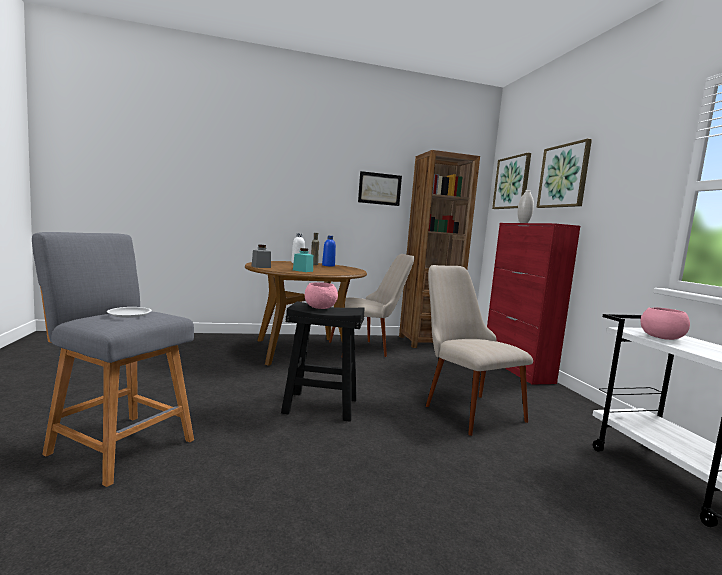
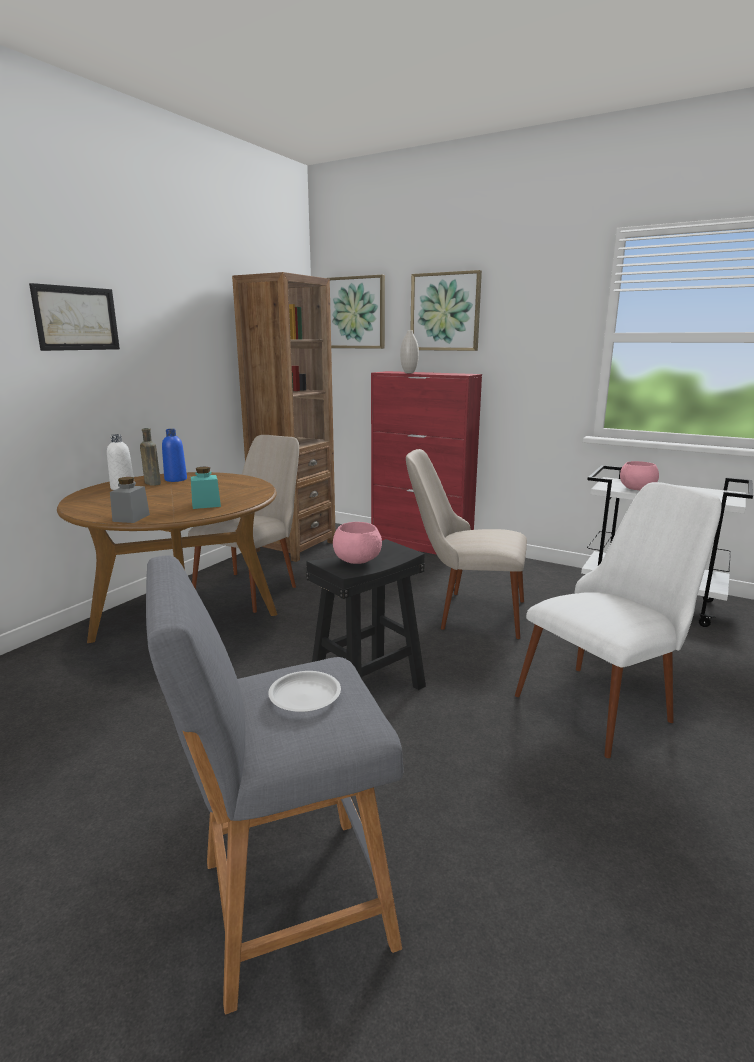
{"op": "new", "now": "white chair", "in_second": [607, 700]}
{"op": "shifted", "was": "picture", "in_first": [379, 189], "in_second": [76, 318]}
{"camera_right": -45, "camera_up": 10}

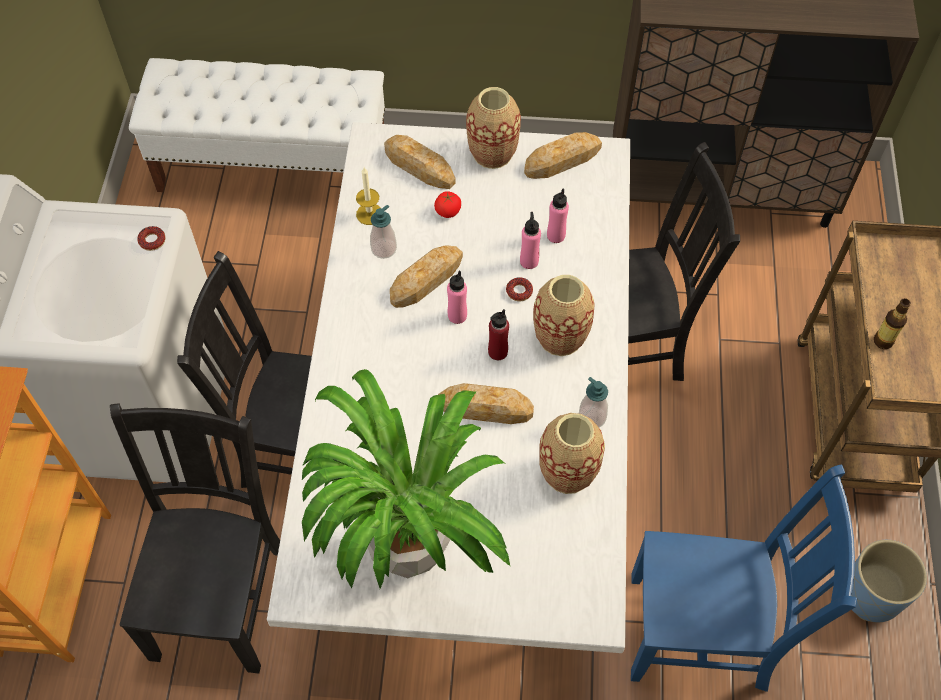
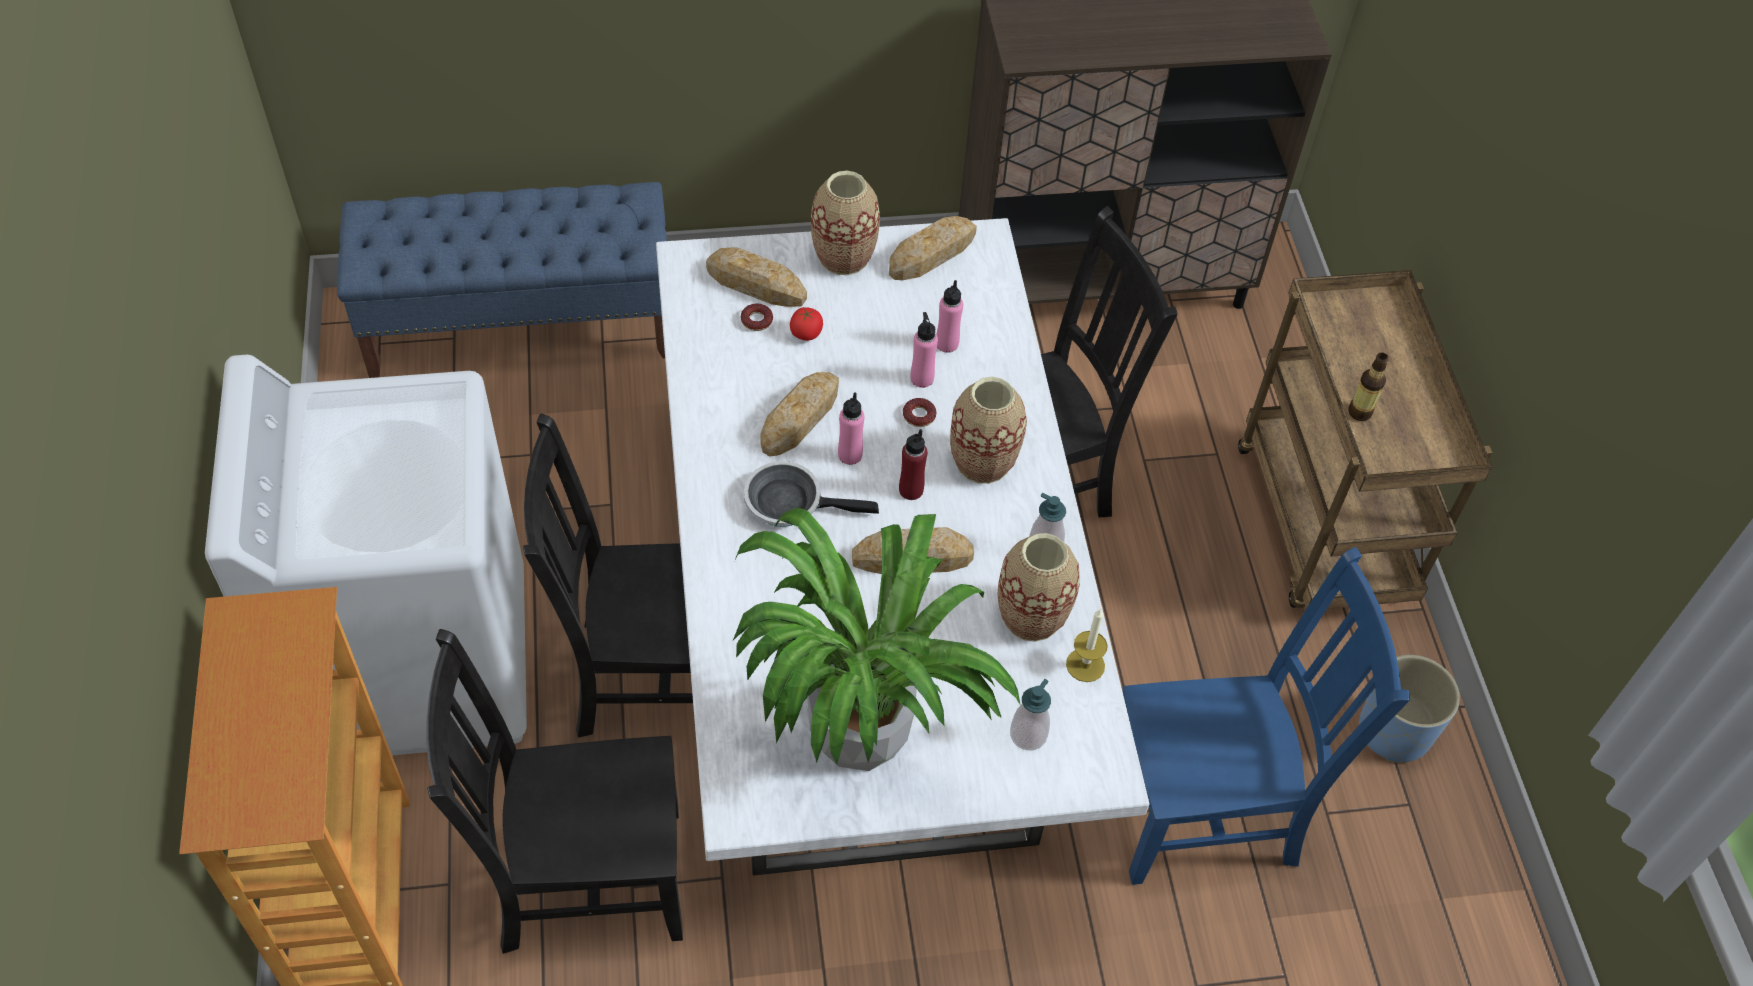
{"op": "new", "now": "frying pan", "in_second": [790, 502]}
{"op": "shifted", "was": "donut", "in_first": [152, 240], "in_second": [756, 320]}
{"op": "shifted", "was": "candle", "in_first": [369, 214], "in_second": [1085, 665]}
{"op": "shifted", "was": "soap dispenser", "in_first": [384, 249], "in_second": [1028, 735]}
{"op": "repainted", "was": "white bench", "now": "blue bench", "in_first": [274, 166], "in_second": [522, 327]}
{"op": "rotated", "was": "black chair", "in_first": [220, 596], "in_second": [584, 877], "clockwise": -90}
{"camera_right": -15, "camera_up": -5}

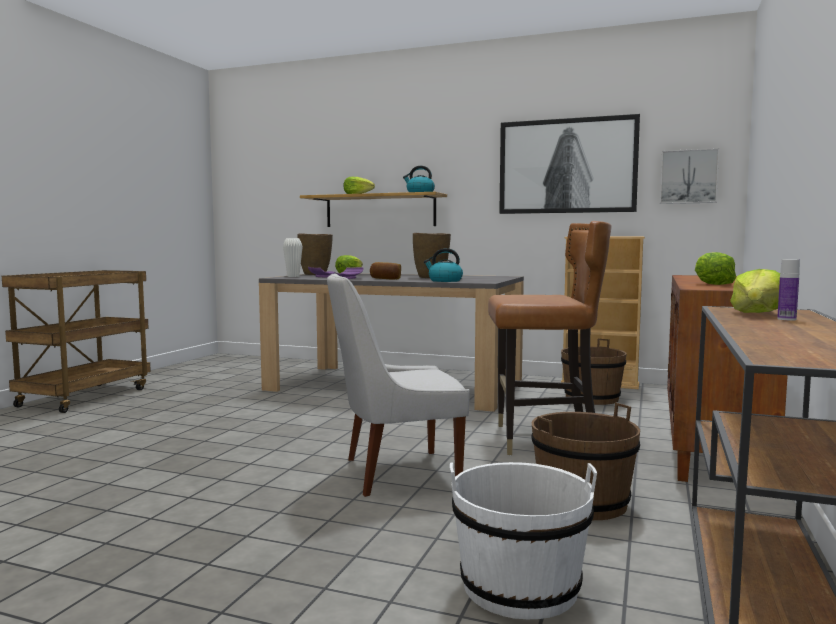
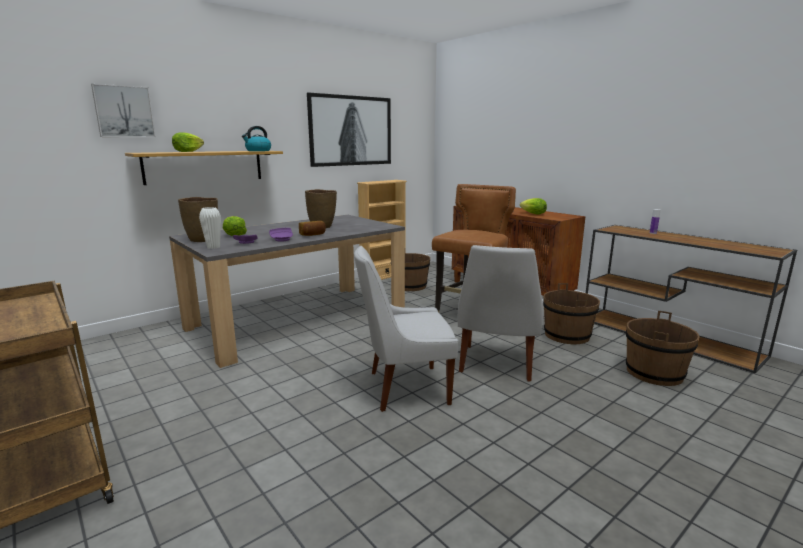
{"op": "gone", "was": "kettle", "in_first": [444, 281]}
{"op": "gone", "was": "lettuce", "in_first": [758, 313]}
{"op": "new", "now": "white chair", "in_second": [404, 388]}
{"op": "shifted", "was": "picture", "in_first": [688, 176], "in_second": [124, 111]}
{"op": "repainted", "was": "white bucket", "now": "brown bucket", "in_first": [520, 587], "in_second": [654, 373]}
{"camera_right": -60, "camera_up": 10}

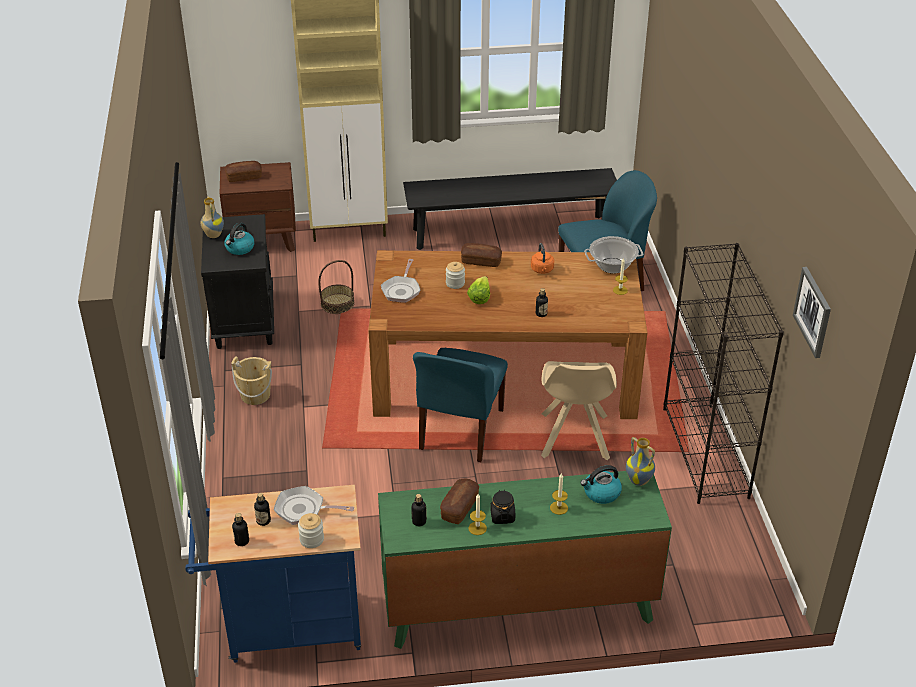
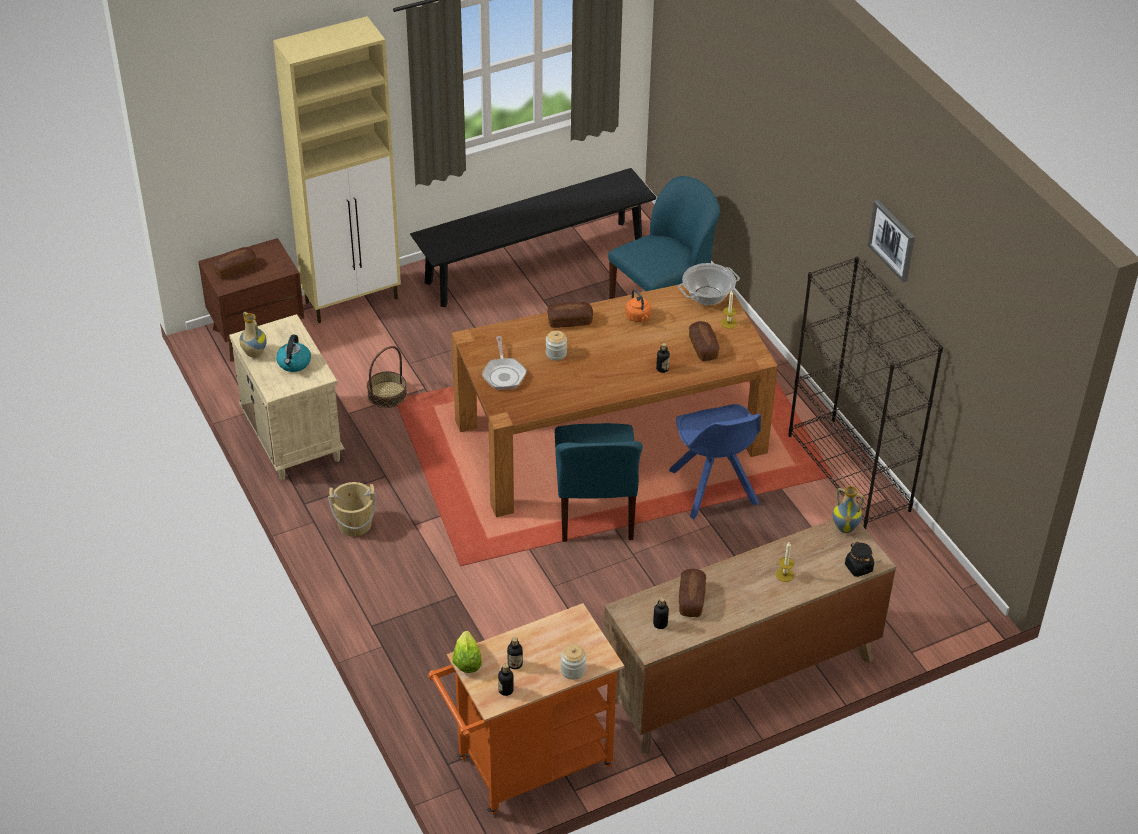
{"op": "gone", "was": "frying pan", "in_first": [304, 510]}
{"op": "gone", "was": "candle", "in_first": [477, 528]}
{"op": "gone", "was": "kettle", "in_first": [601, 493]}
{"op": "new", "now": "bread", "in_second": [703, 347]}
{"op": "shifted", "was": "lettuce", "in_first": [479, 297], "in_second": [466, 660]}
{"op": "shifted", "was": "black jar", "in_first": [502, 516], "in_second": [858, 567]}
{"op": "shifted", "was": "picture", "in_first": [813, 312], "in_second": [892, 240]}
{"op": "repainted", "was": "blue cart", "now": "orange cart", "in_first": [286, 629], "in_second": [526, 766]}
{"op": "repainted", "was": "black nightstand", "now": "beige nightstand", "in_first": [244, 320], "in_second": [291, 438]}
{"op": "repainted", "was": "green dresser", "now": "brown dresser", "in_first": [518, 606], "in_second": [741, 679]}
{"op": "repainted", "was": "beige chair", "now": "blue chair", "in_first": [574, 438], "in_second": [714, 489]}
{"camera_right": -20, "camera_up": 5}

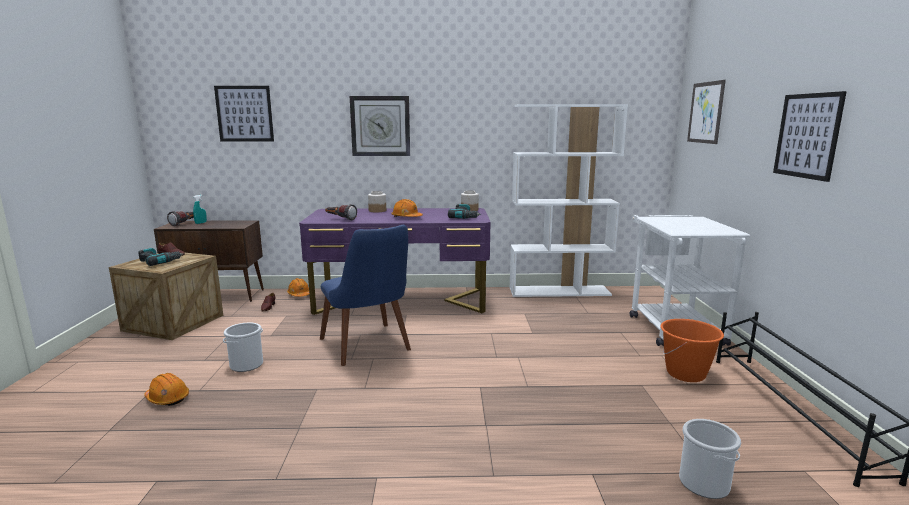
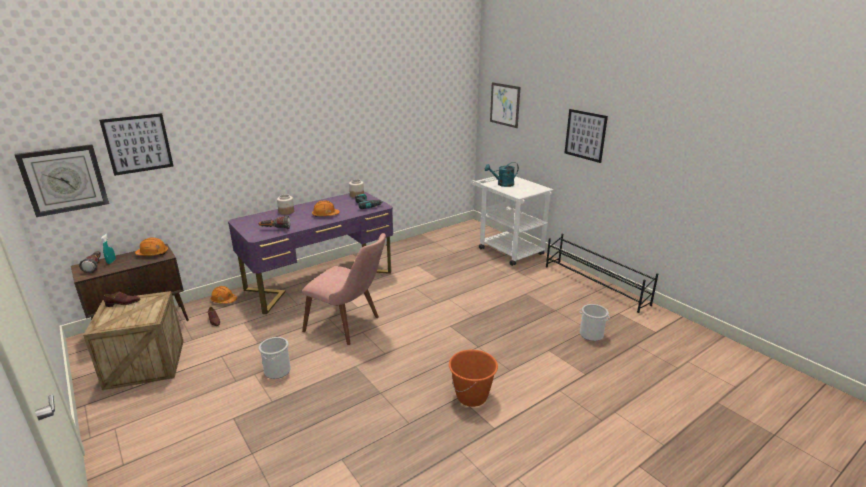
{"op": "gone", "was": "power drill", "in_first": [159, 261]}
{"op": "gone", "was": "white bookcase", "in_first": [559, 291]}
{"op": "new", "now": "turquoise watering can", "in_second": [502, 184]}
{"op": "shifted", "was": "orange hard hat", "in_first": [167, 398], "in_second": [153, 253]}
{"op": "shifted", "was": "wall clock", "in_first": [380, 126], "in_second": [64, 179]}
{"op": "shifted", "was": "orange bucket", "in_first": [686, 374], "in_second": [472, 396]}
{"op": "repainted", "was": "blue chair", "now": "pink chair", "in_first": [370, 348], "in_second": [350, 325]}
{"camera_right": -35, "camera_up": 10}

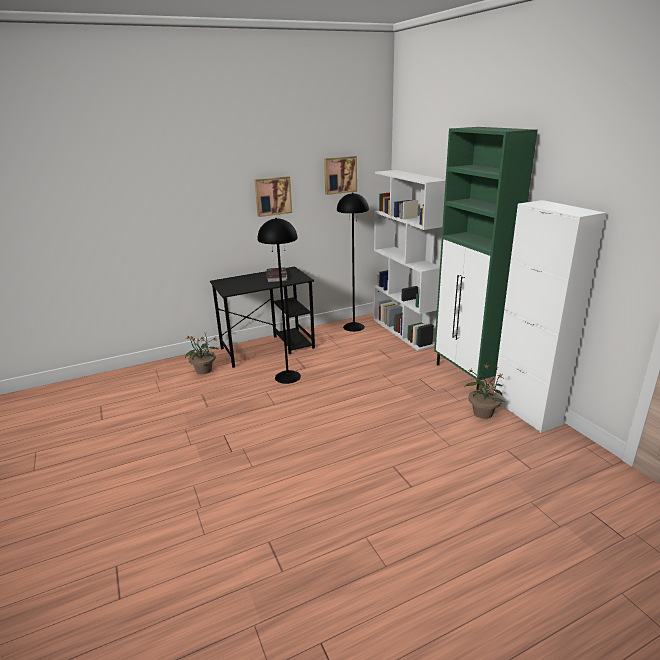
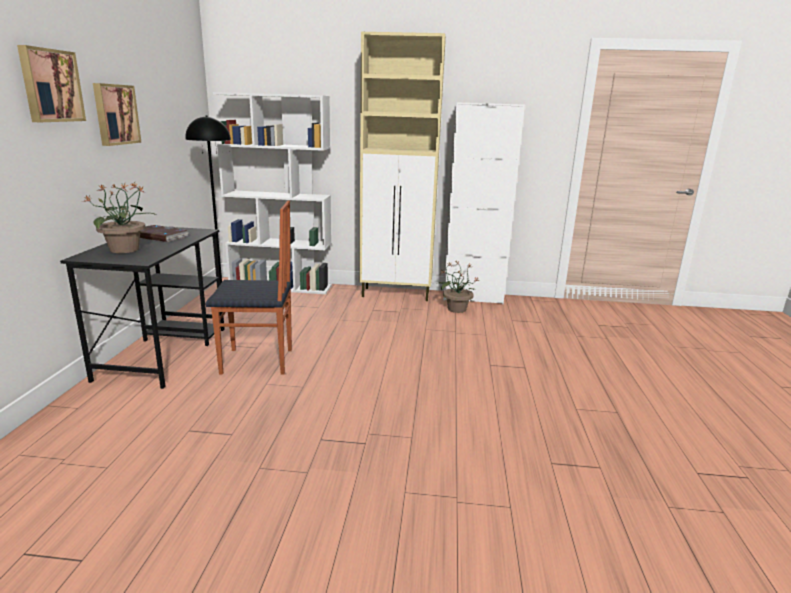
{"op": "shifted", "was": "potted plant", "in_first": [204, 370], "in_second": [125, 249]}
{"op": "shifted", "was": "picture", "in_first": [340, 175], "in_second": [50, 85]}
{"op": "swapped", "was": "black floor lamp", "now": "chair", "in_first": [287, 377], "in_second": [257, 362]}
{"op": "repainted", "was": "green cabinet", "now": "beige cabinet", "in_first": [467, 375], "in_second": [397, 294]}
{"camera_right": -60, "camera_up": -5}

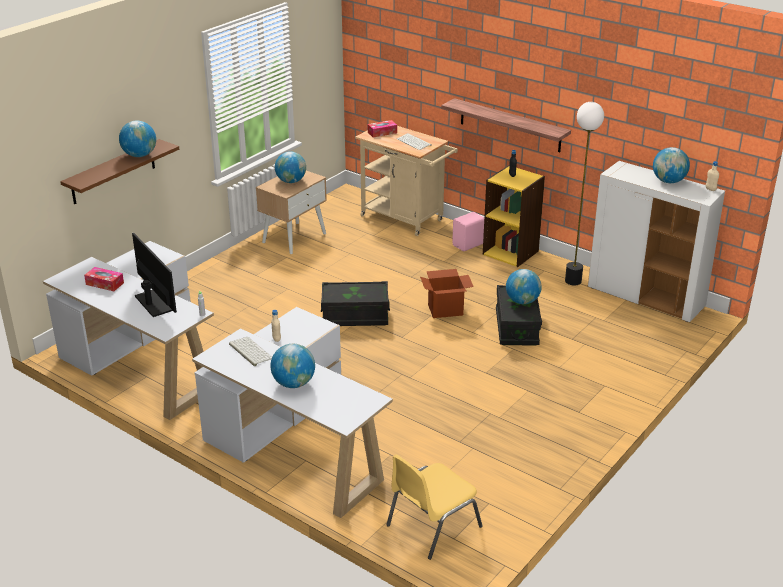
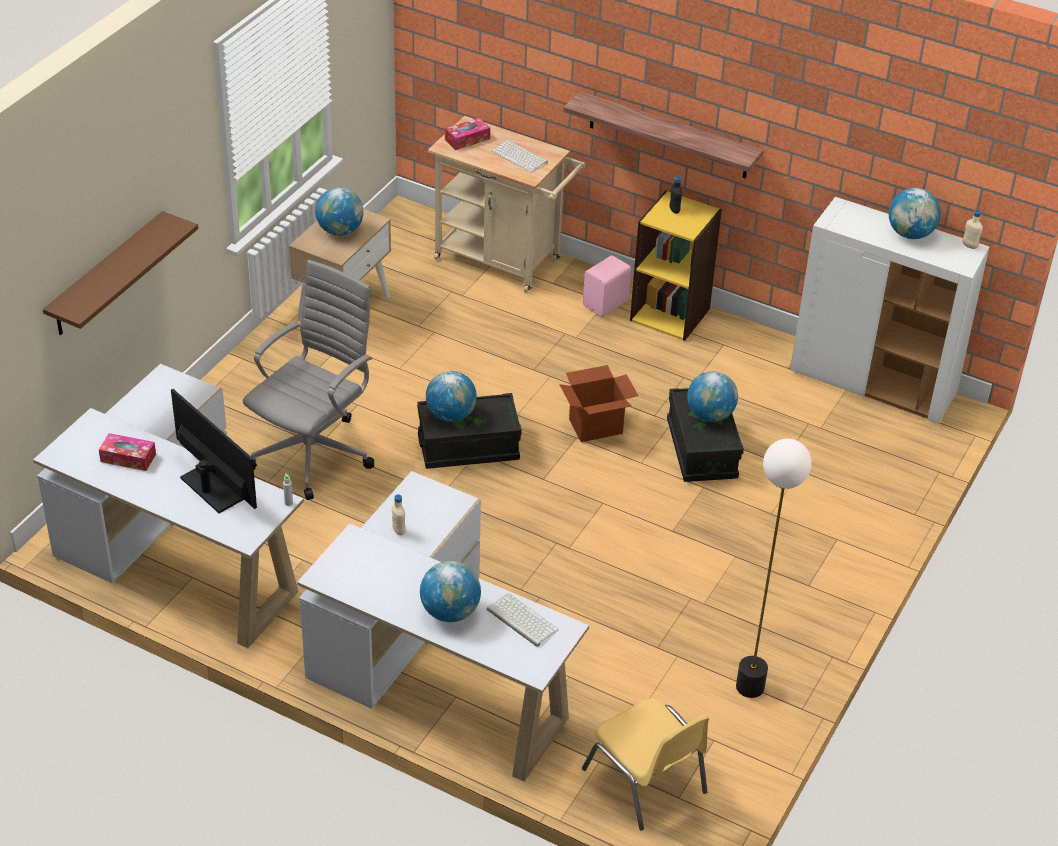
{"op": "new", "now": "grey office chair", "in_second": [314, 452]}
{"op": "shifted", "was": "globe", "in_first": [139, 155], "in_second": [451, 415]}
{"op": "shifted", "was": "keyboard", "in_first": [250, 351], "in_second": [521, 620]}
{"op": "shifted", "was": "floor lamp", "in_first": [573, 281], "in_second": [750, 687]}
{"op": "rotated", "was": "yellow chair", "in_first": [432, 526], "in_second": [646, 782], "clockwise": -75}
{"camera_right": -10, "camera_up": 10}

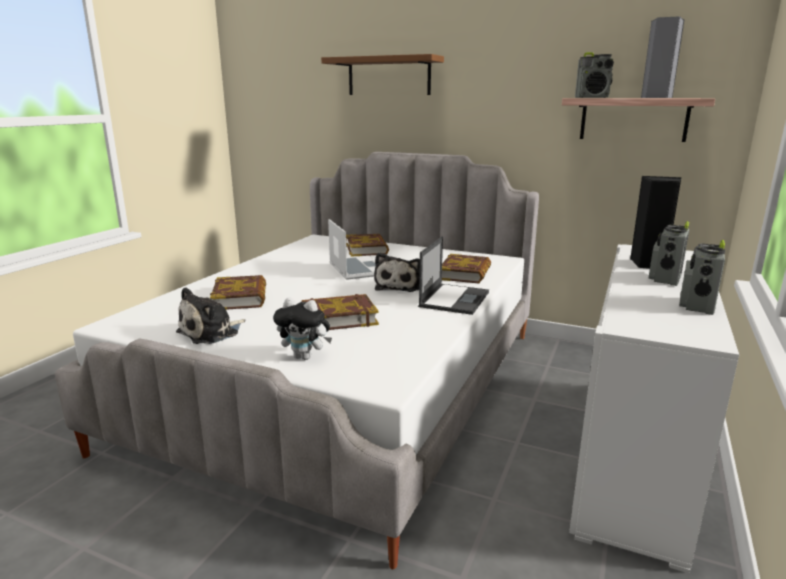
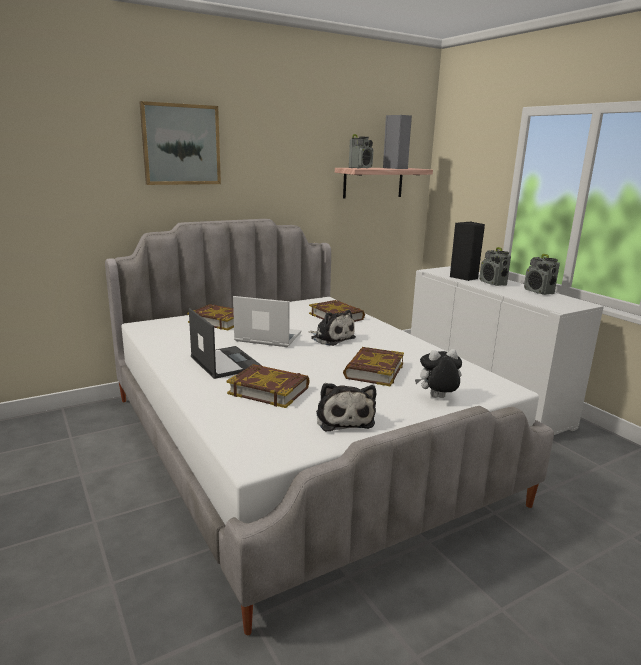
{"op": "shifted", "was": "laptop", "in_first": [454, 299], "in_second": [225, 362]}
{"op": "swapped", "was": "brown shelf", "now": "picture", "in_first": [389, 76], "in_second": [181, 144]}
{"op": "rotated", "was": "plush toy", "in_first": [305, 357], "in_second": [437, 398], "clockwise": -150}
{"camera_right": -55, "camera_up": 0}

